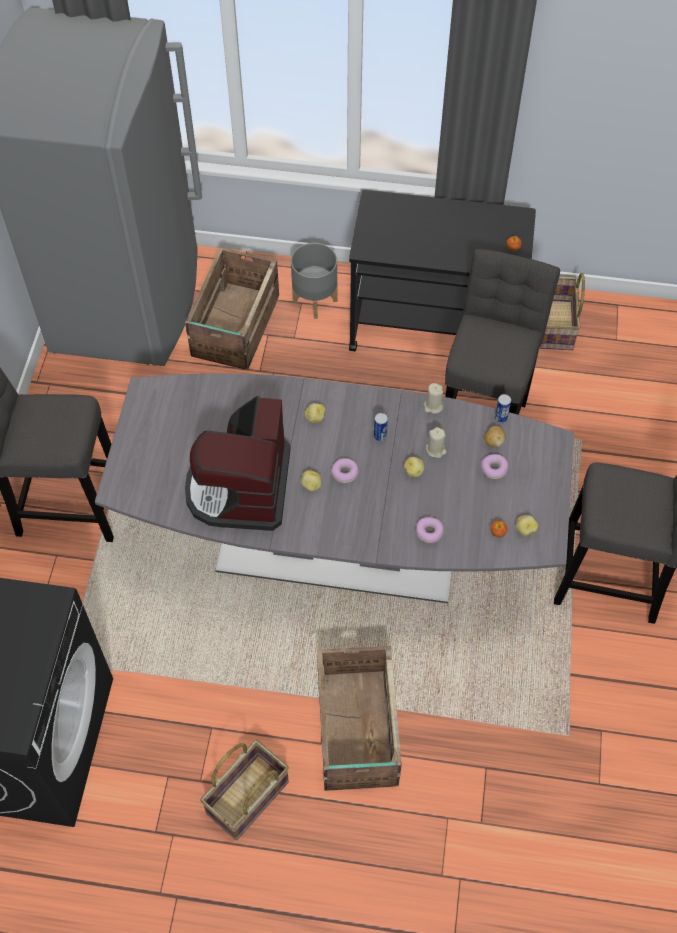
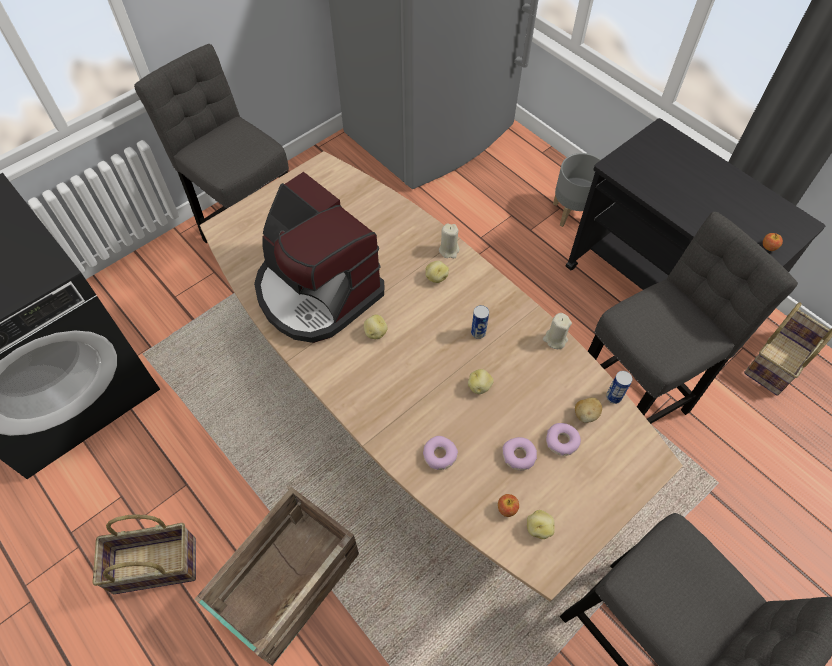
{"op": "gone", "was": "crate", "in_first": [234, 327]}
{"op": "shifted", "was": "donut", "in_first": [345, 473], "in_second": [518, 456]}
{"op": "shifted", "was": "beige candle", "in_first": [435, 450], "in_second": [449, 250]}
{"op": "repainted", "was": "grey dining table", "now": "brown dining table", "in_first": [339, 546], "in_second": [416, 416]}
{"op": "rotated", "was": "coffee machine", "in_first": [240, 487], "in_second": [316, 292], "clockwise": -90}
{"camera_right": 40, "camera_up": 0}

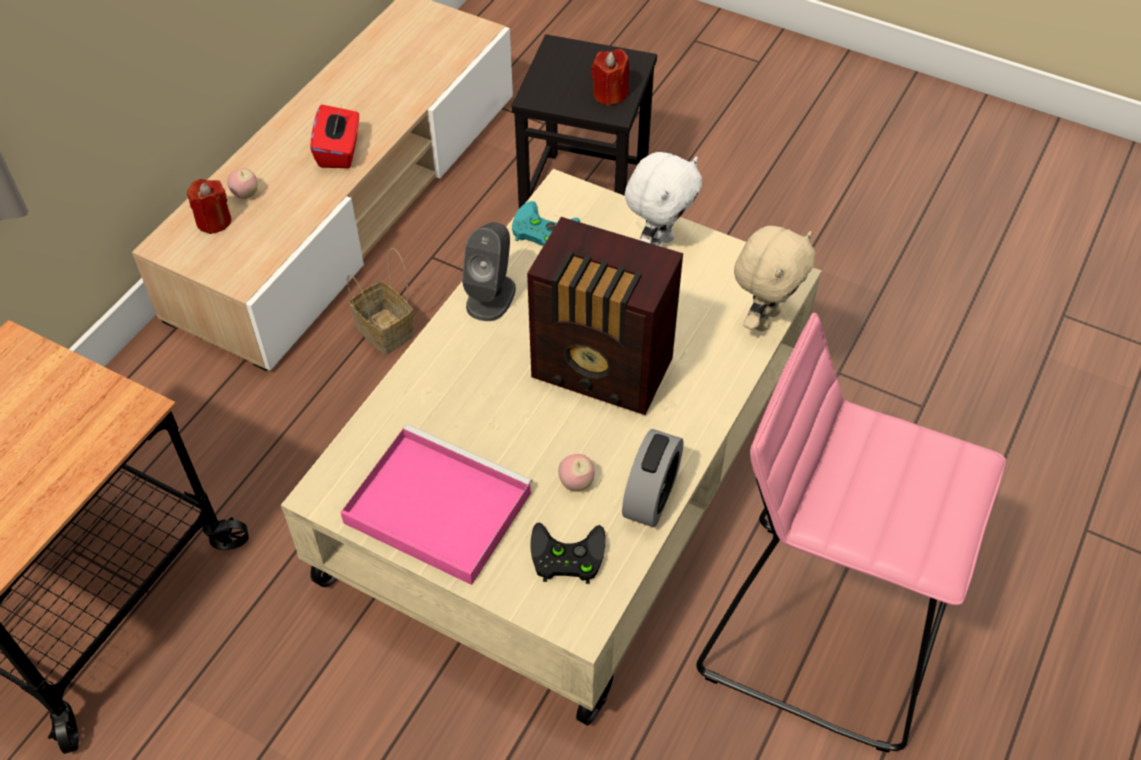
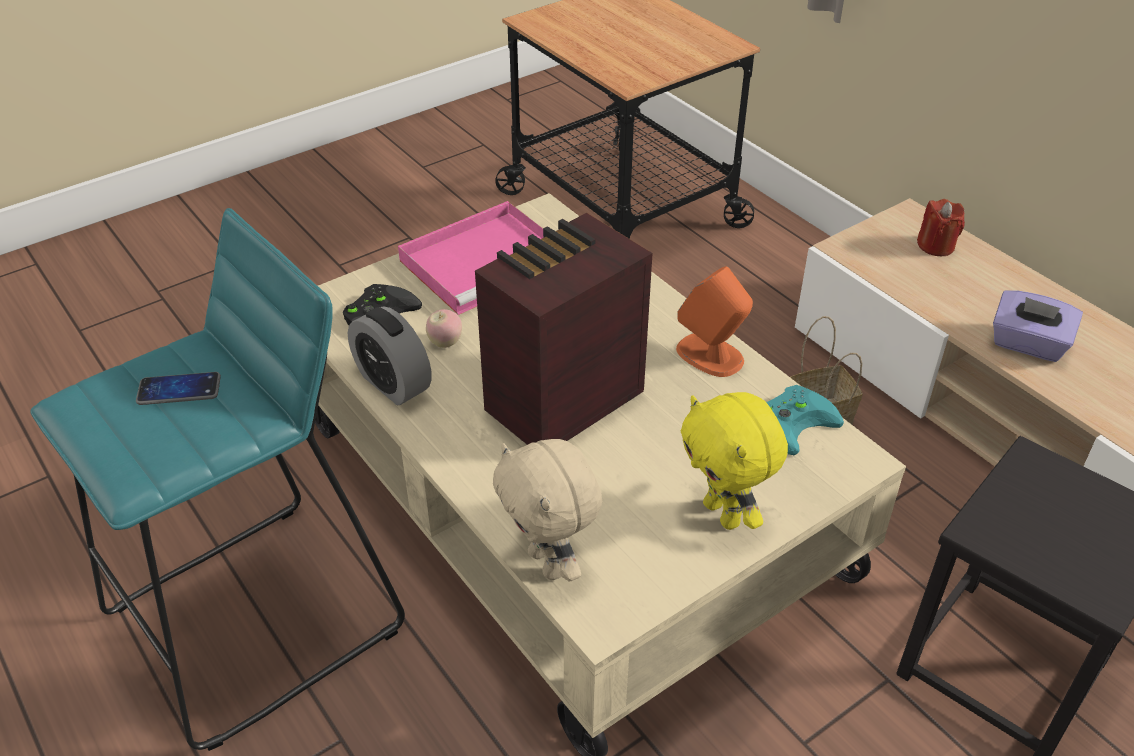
{"op": "gone", "was": "apple", "in_first": [246, 195]}
{"op": "gone", "was": "red candle", "in_first": [610, 94]}
{"op": "new", "now": "phone", "in_second": [179, 390]}
{"op": "repainted", "was": "red tissue box", "now": "purple tissue box", "in_first": [339, 151], "in_second": [1027, 344]}
{"op": "repainted", "was": "grey speaker", "now": "orange speaker", "in_first": [491, 296], "in_second": [710, 355]}
{"op": "repainted", "was": "white plush toy", "now": "yellow plush toy", "in_first": [658, 244], "in_second": [724, 514]}
{"op": "repainted", "was": "pink stool", "now": "turquoise stool", "in_first": [822, 630], "in_second": [258, 619]}
{"camera_right": 115, "camera_up": -10}

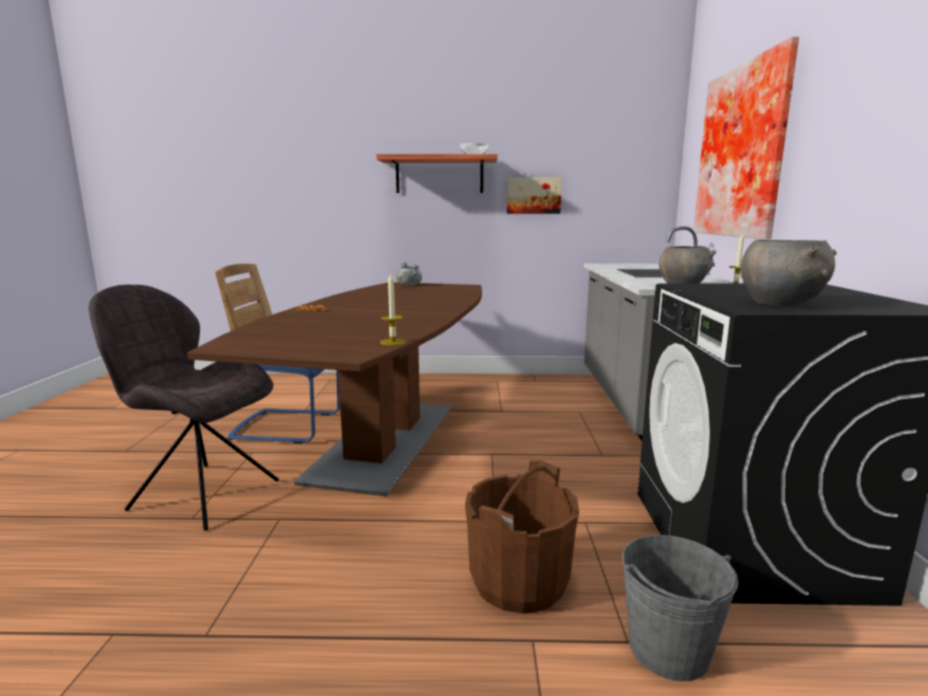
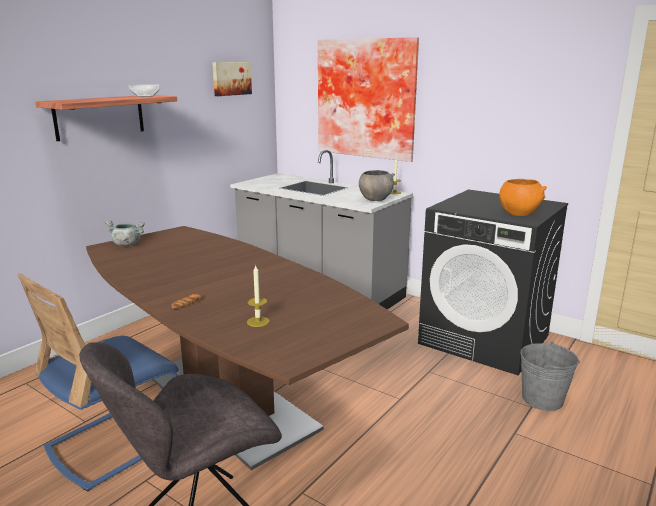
{"op": "gone", "was": "brown bucket", "in_first": [519, 581]}
{"op": "shifted", "was": "candle", "in_first": [392, 342], "in_second": [258, 321]}
{"op": "shifted", "was": "picture", "in_first": [533, 195], "in_second": [231, 78]}
{"op": "repainted", "was": "grey bowl", "now": "orange bowl", "in_first": [780, 304], "in_second": [519, 213]}
{"camera_right": -55, "camera_up": 5}

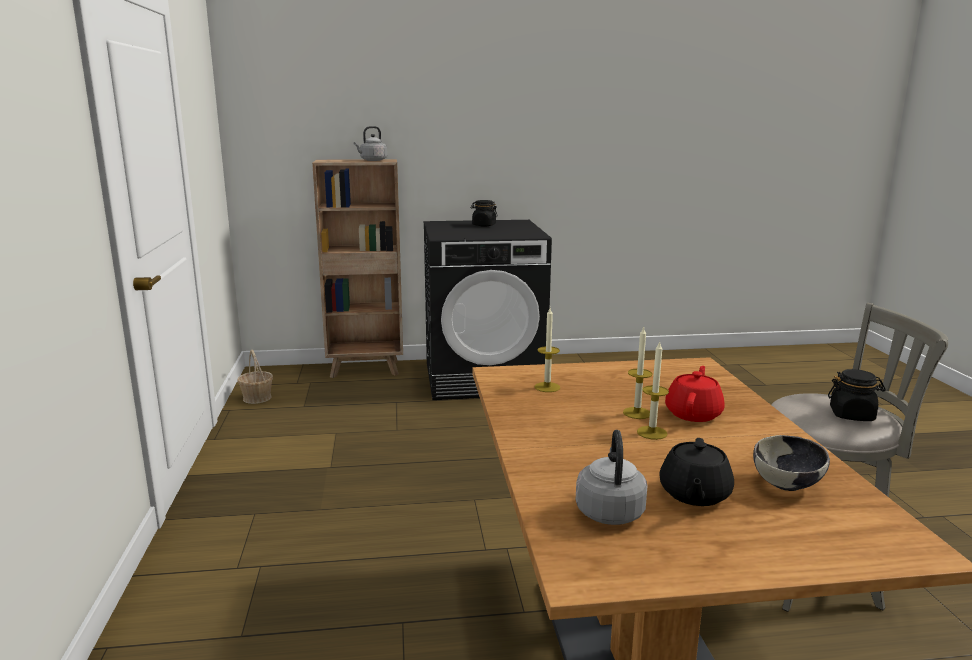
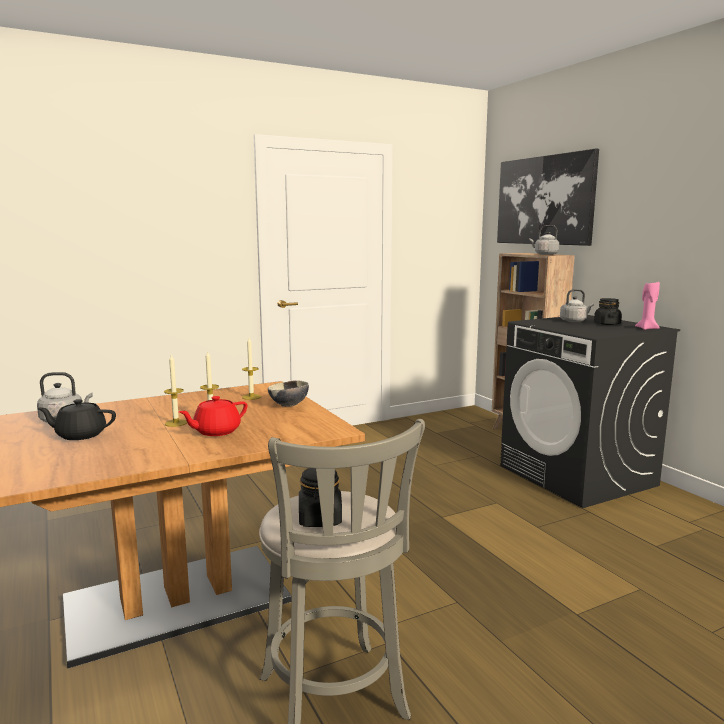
{"op": "gone", "was": "basket", "in_first": [257, 398]}
{"op": "new", "now": "picture", "in_second": [544, 200]}
{"op": "new", "now": "grey kettle", "in_second": [574, 321]}
{"op": "new", "now": "pink candle", "in_second": [647, 328]}
{"op": "shifted", "was": "bowl", "in_first": [787, 485], "in_second": [288, 405]}
{"op": "rotated", "was": "red teapot", "in_first": [694, 413], "in_second": [216, 431], "clockwise": 135}
{"camera_right": 70, "camera_up": -5}

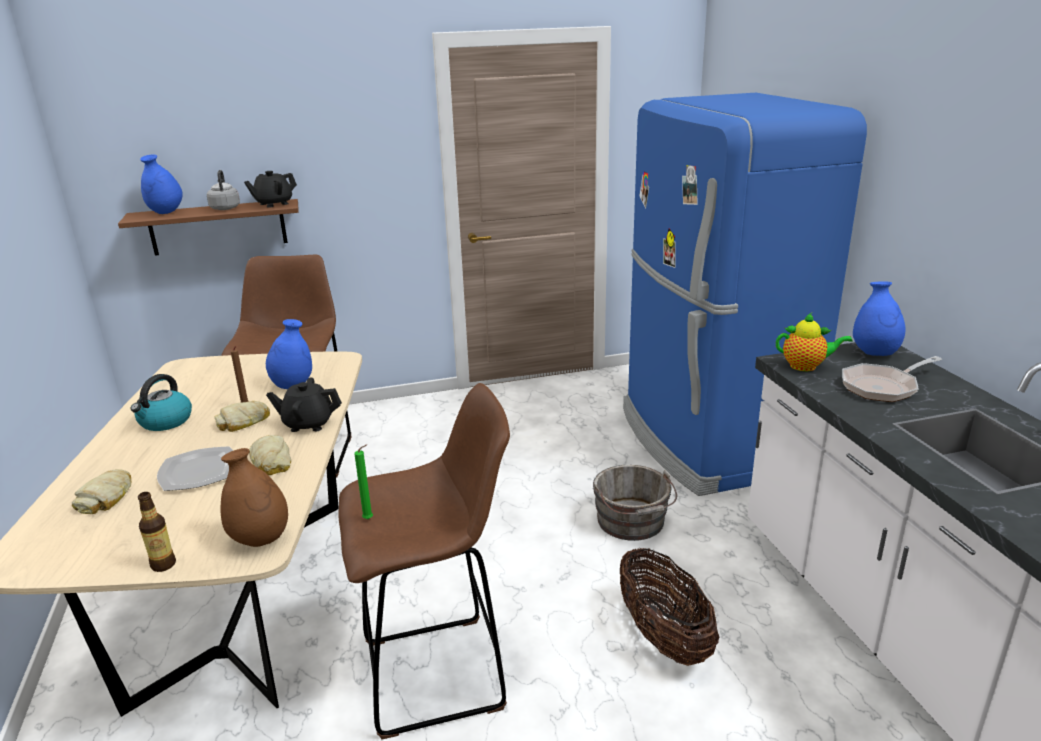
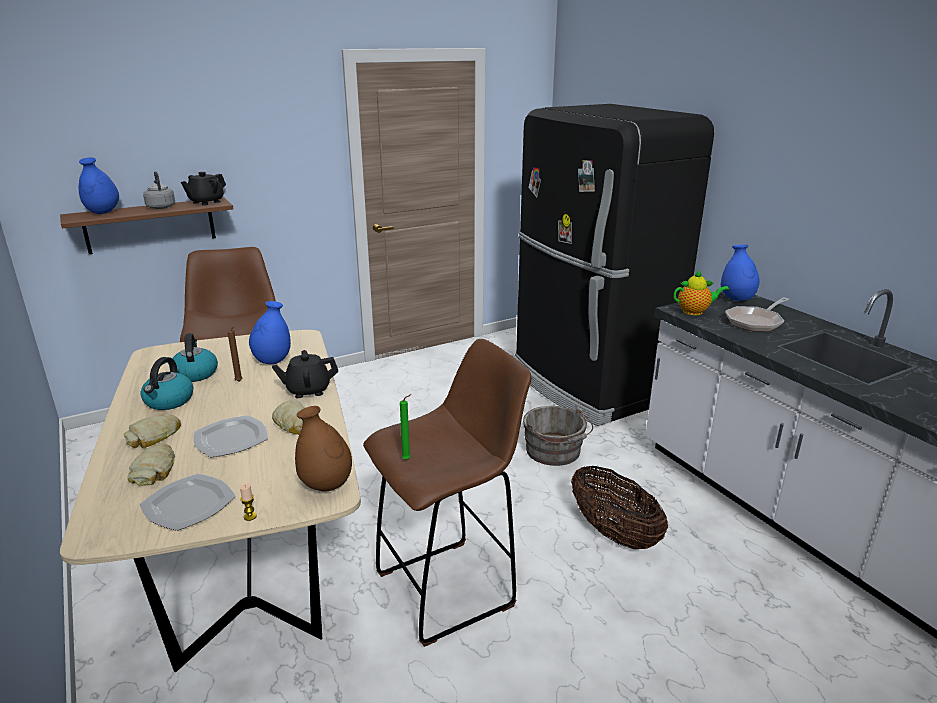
{"op": "new", "now": "plate", "in_second": [188, 505]}
{"op": "new", "now": "kettle", "in_second": [195, 373]}
{"op": "shifted", "was": "bread", "in_first": [244, 421], "in_second": [155, 436]}
{"op": "swapped", "was": "bottle", "now": "candle", "in_first": [163, 564], "in_second": [250, 516]}
{"op": "repainted", "was": "blue fridge", "now": "black fridge", "in_first": [707, 441], "in_second": [587, 384]}
{"camera_right": -15, "camera_up": 0}

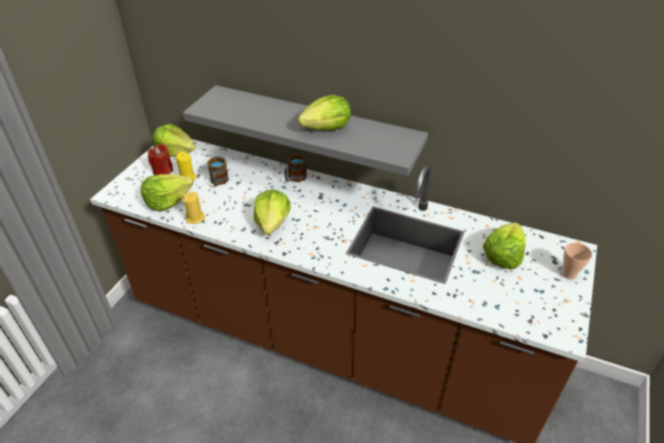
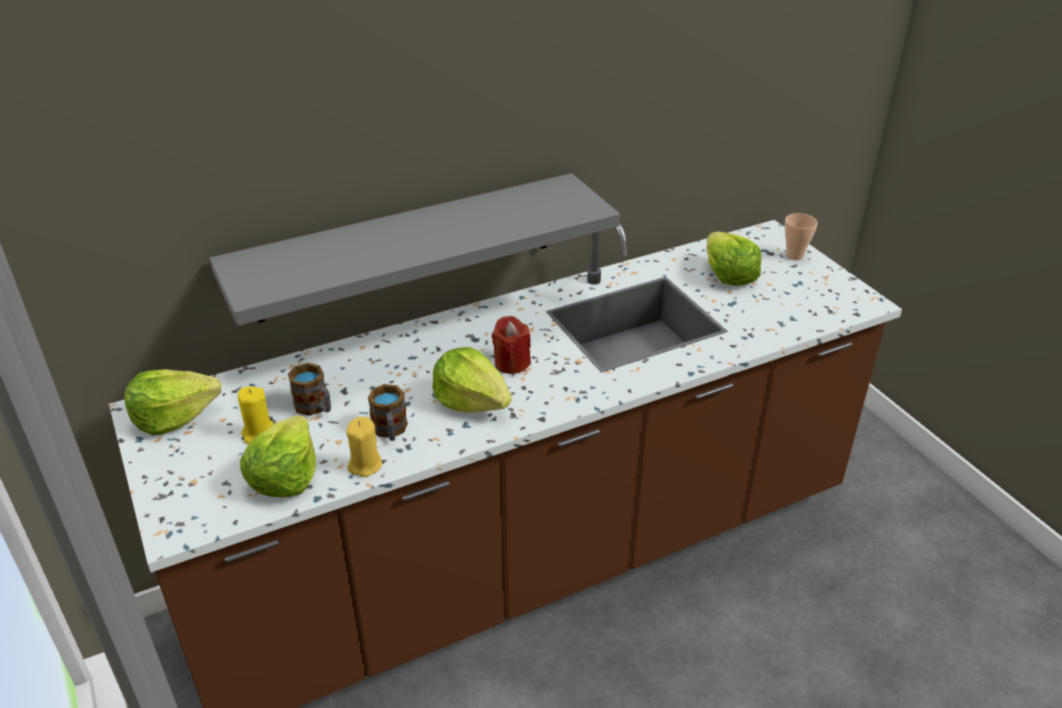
{"op": "gone", "was": "lettuce", "in_first": [327, 128]}
{"op": "shifted", "was": "red candle", "in_first": [163, 171], "in_second": [511, 363]}
{"op": "shifted", "was": "mug", "in_first": [294, 178], "in_second": [390, 431]}
{"camera_right": -50, "camera_up": -5}

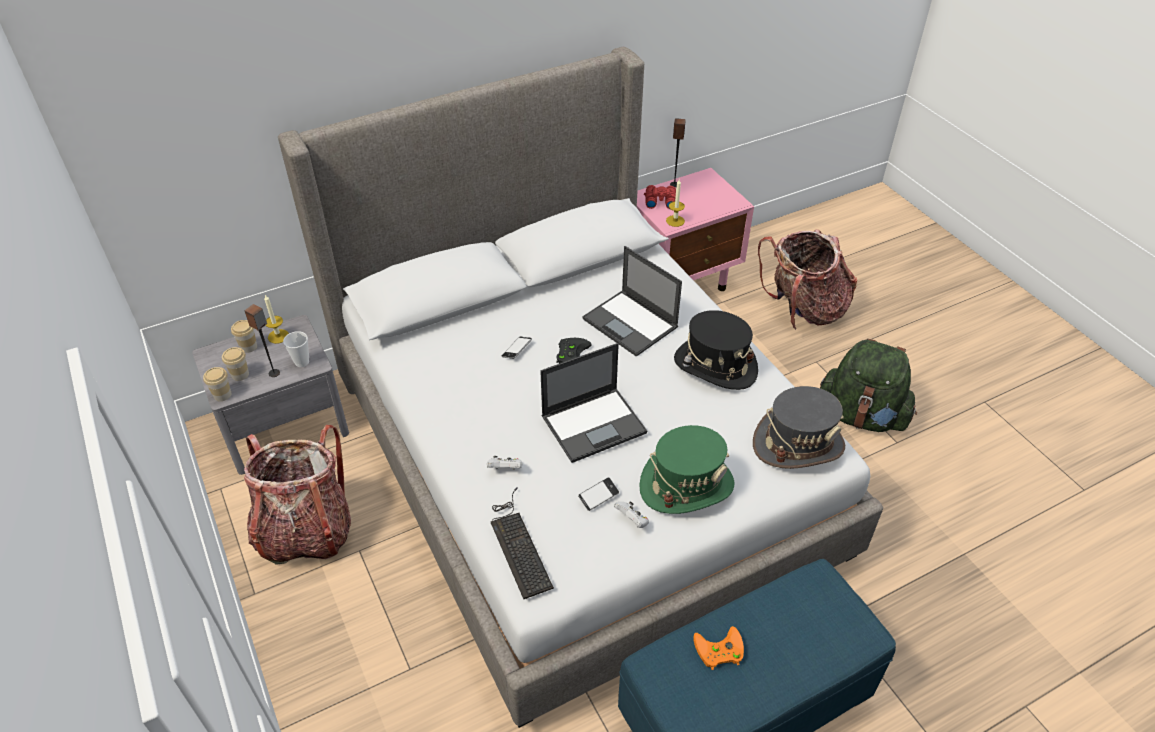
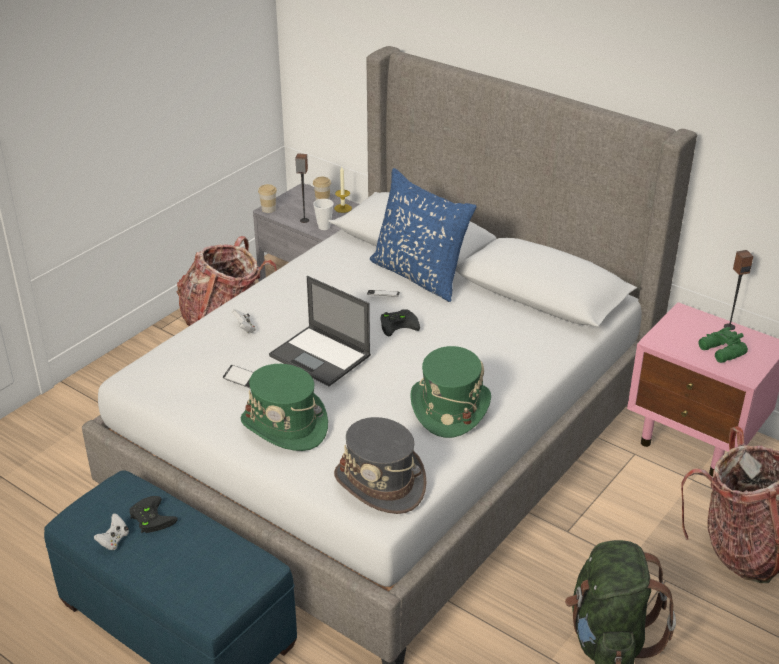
{"op": "gone", "was": "cup", "in_first": [240, 374]}
{"op": "gone", "was": "keyboard", "in_first": [518, 544]}
{"op": "gone", "was": "laptop", "in_first": [631, 323]}
{"op": "gone", "was": "red binoculars", "in_first": [659, 201]}
{"op": "gone", "was": "candle", "in_first": [675, 221]}
{"op": "new", "now": "blue pillow", "in_second": [420, 275]}
{"op": "new", "now": "green binoculars", "in_second": [721, 352]}
{"op": "shifted", "was": "white game controller", "in_first": [632, 521], "in_second": [114, 540]}
{"op": "repainted", "was": "black hat", "now": "green hat", "in_first": [715, 366], "in_second": [449, 408]}
{"op": "repainted", "was": "orange game controller", "now": "black game controller", "in_first": [718, 651], "in_second": [150, 517]}
{"camera_right": 65, "camera_up": -10}

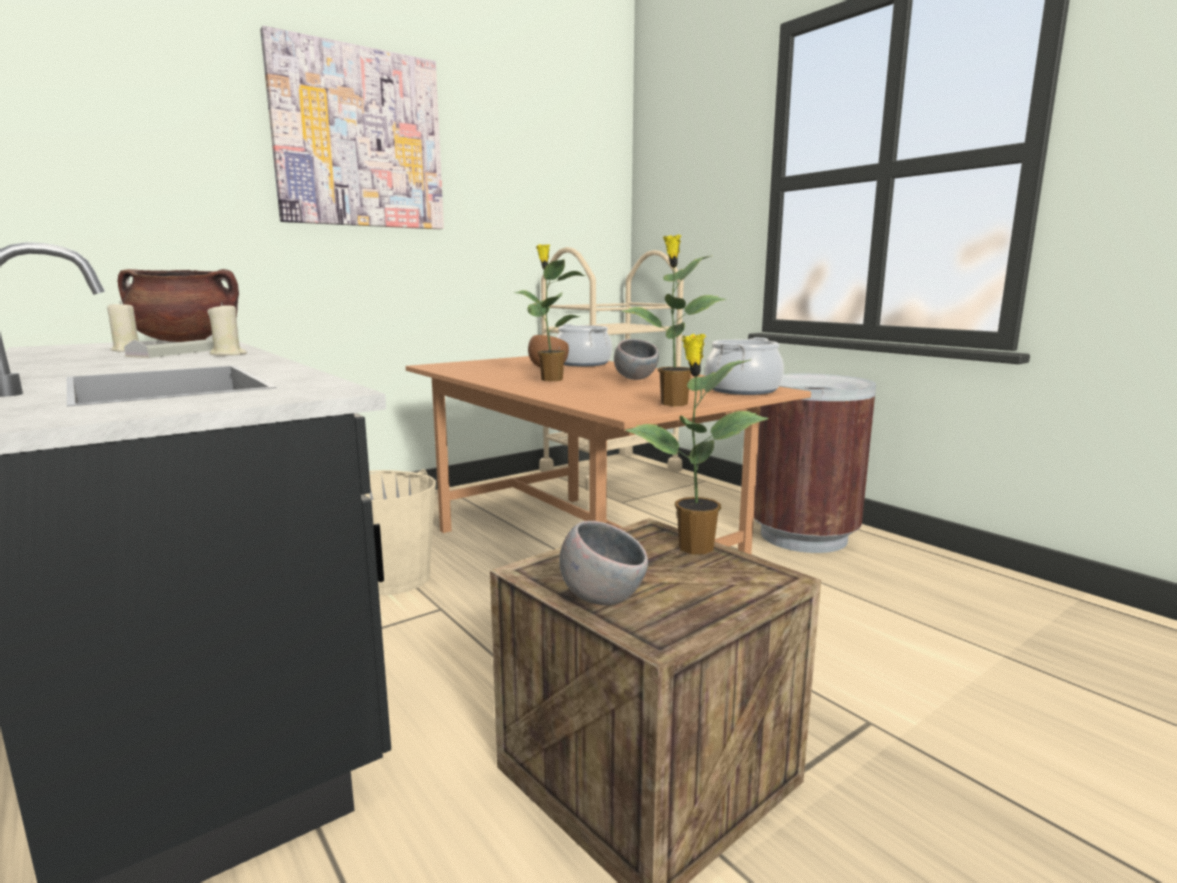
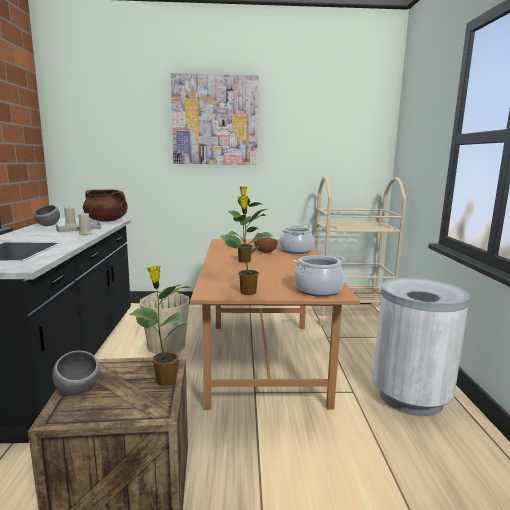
{"op": "shifted", "was": "grey bowl", "in_first": [635, 379], "in_second": [48, 225]}
{"op": "repainted", "was": "brown trash can", "now": "white trash can", "in_first": [802, 536], "in_second": [410, 397]}
{"camera_right": 35, "camera_up": 0}

